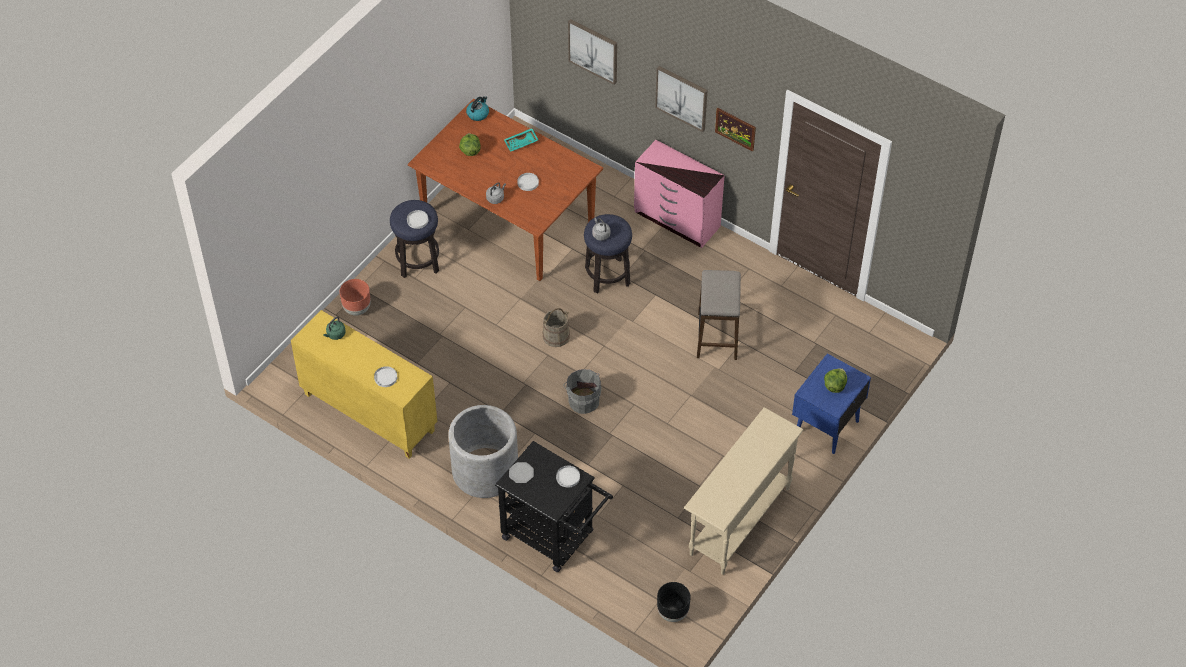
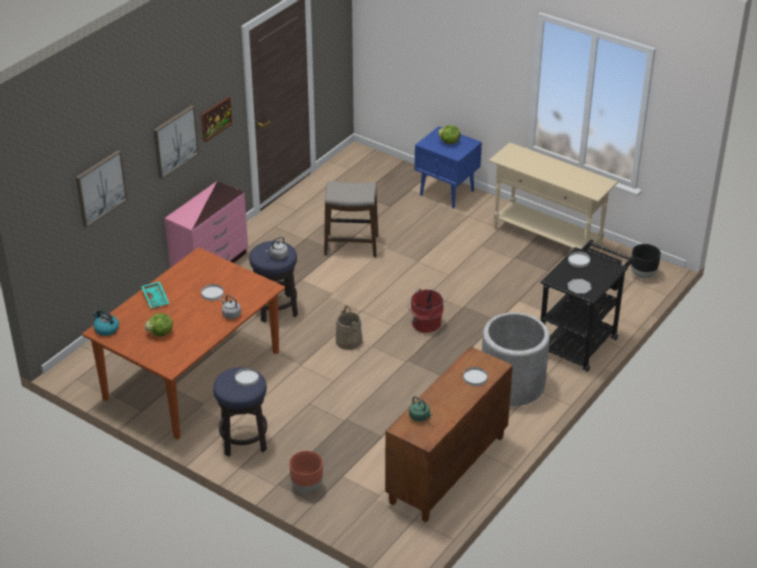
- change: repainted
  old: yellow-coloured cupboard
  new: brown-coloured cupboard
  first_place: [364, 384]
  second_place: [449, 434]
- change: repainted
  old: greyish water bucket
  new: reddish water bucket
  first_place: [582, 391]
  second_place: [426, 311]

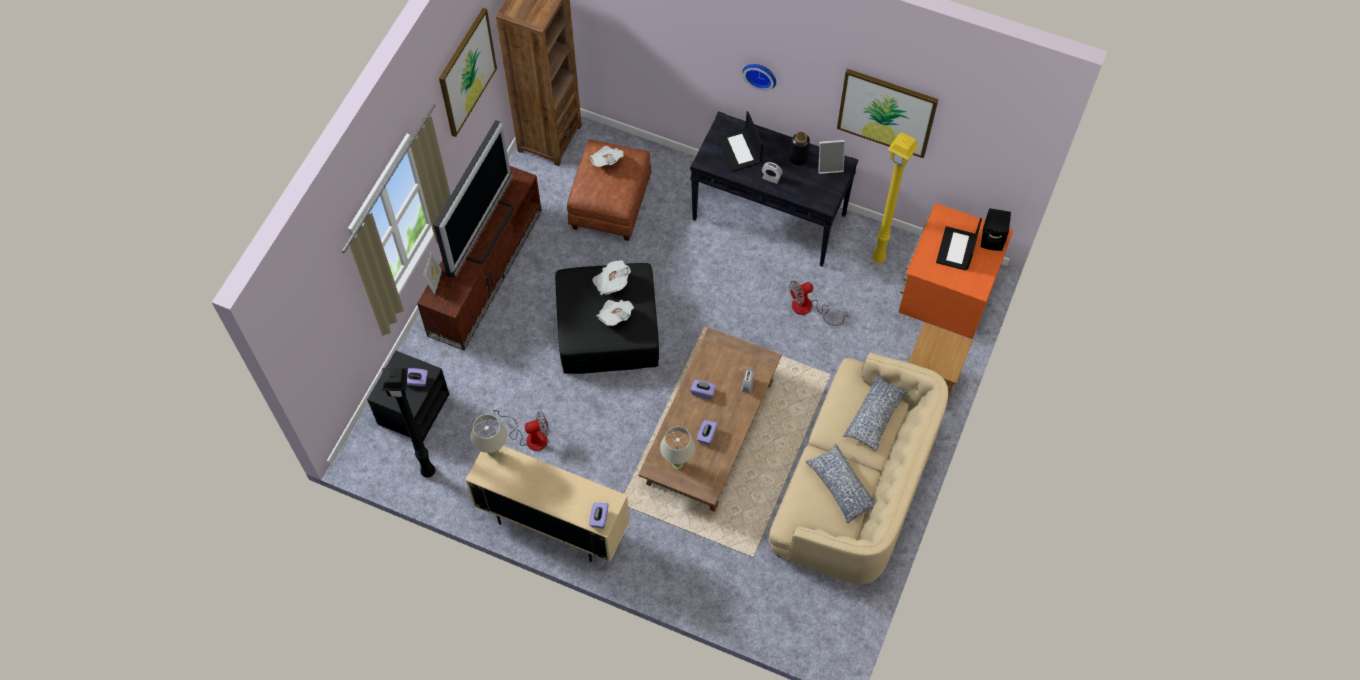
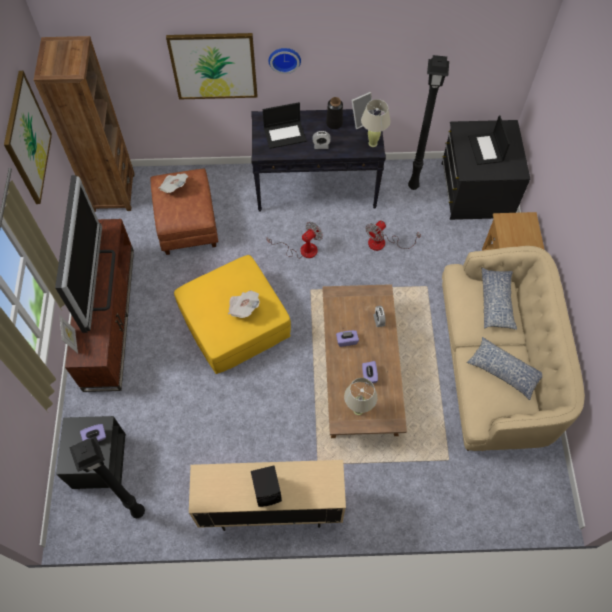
- change: shifted
  old: wall picture
  first_place: [888, 113]
  second_place: [211, 66]
- change: repainted
  old: black-coloured pouffe
  new: yellow-coloured pouffe
  first_place: [607, 318]
  second_place: [232, 314]
- change: shifted
  old: black-coloured loudspeaker
  first_place: [996, 229]
  second_place: [266, 486]
- change: rotated
  old: laptop
  first_place: [740, 141]
  second_place: [285, 125]
  degrees: -60
- change: shifted
  old: cooling fan
  first_place: [521, 429]
  second_place: [295, 240]
- change: shifted
  old: sand-coloured lamp for a table
  first_place: [489, 436]
  second_place: [376, 123]
- change: repainted
  old: yellow-coloured floor lamp
  new: black-coloured floor lamp
  first_place: [895, 197]
  second_place: [428, 122]
- change: repainted
  old: orangey dresser
  new: black-coloured dresser
  first_place: [956, 271]
  second_place: [486, 170]
- change: gone
  old: purple tissue holder
  first_place: [599, 516]
- change: gone
  old: newspaper
  first_place: [611, 277]

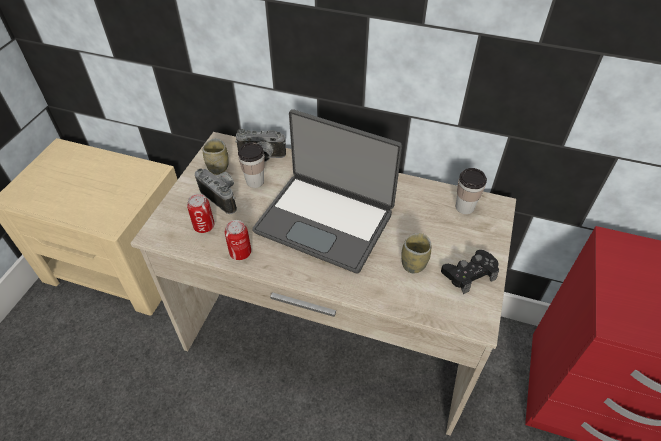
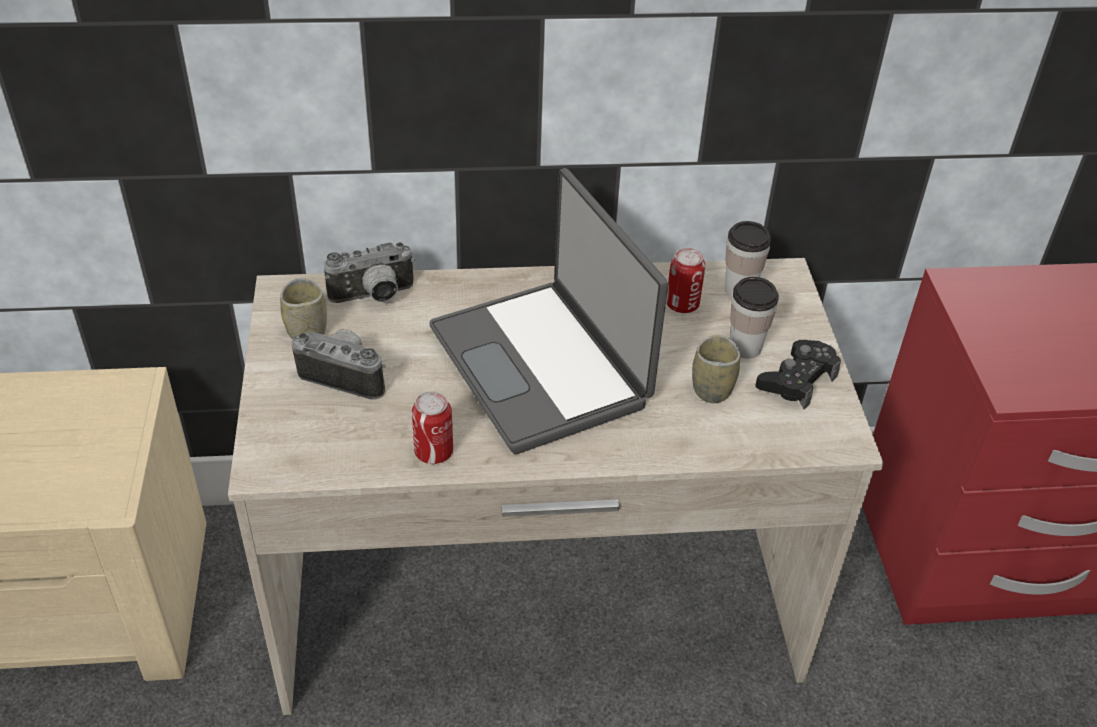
- change: rotated
  old: laptop
  first_place: [327, 191]
  second_place: [549, 311]
  degrees: 60
- change: shifted
  old: sealed can
  first_place: [200, 213]
  second_place: [685, 280]
- change: shifted
  old: drinking cup
  first_place: [251, 165]
  second_place: [754, 318]

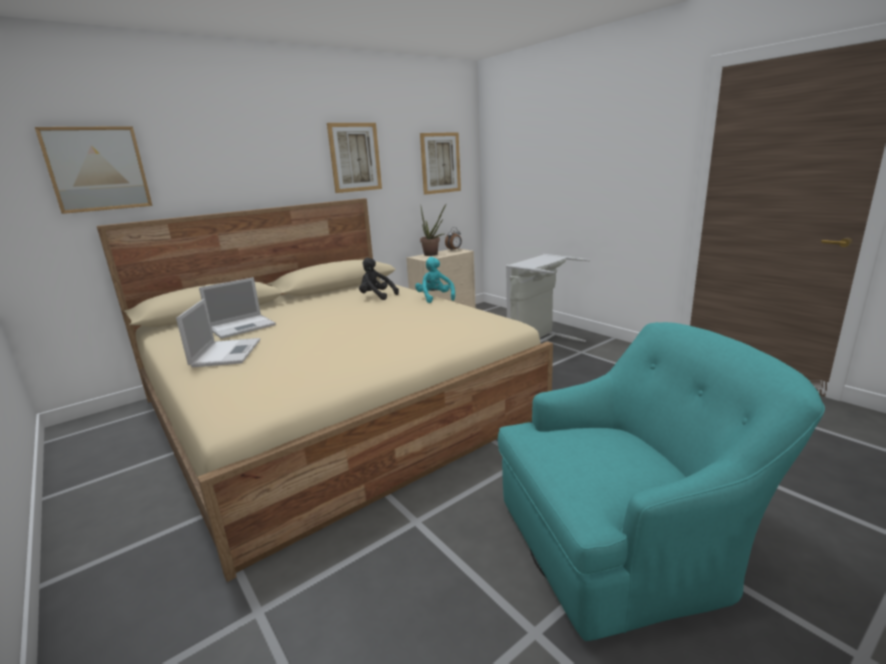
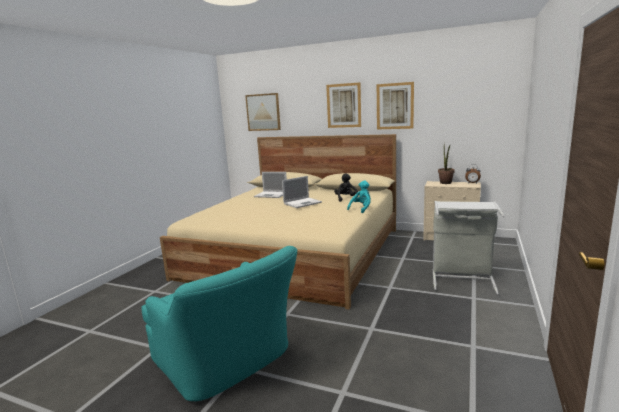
- change: shifted
  old: laptop
  first_place: [218, 333]
  second_place: [302, 192]
- change: shifted
  old: wall picture
  first_place: [440, 163]
  second_place: [343, 105]

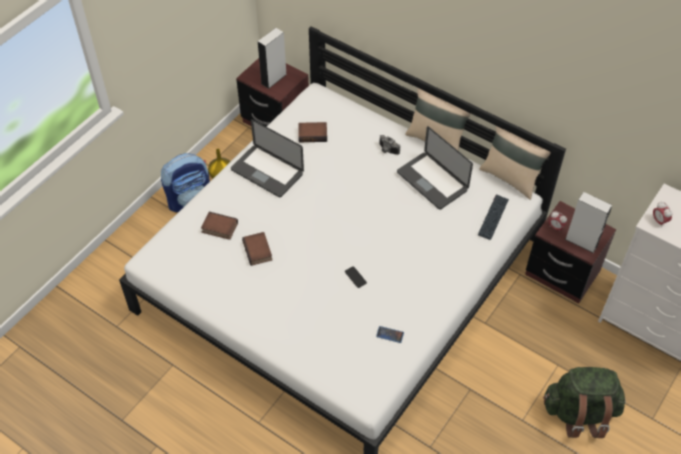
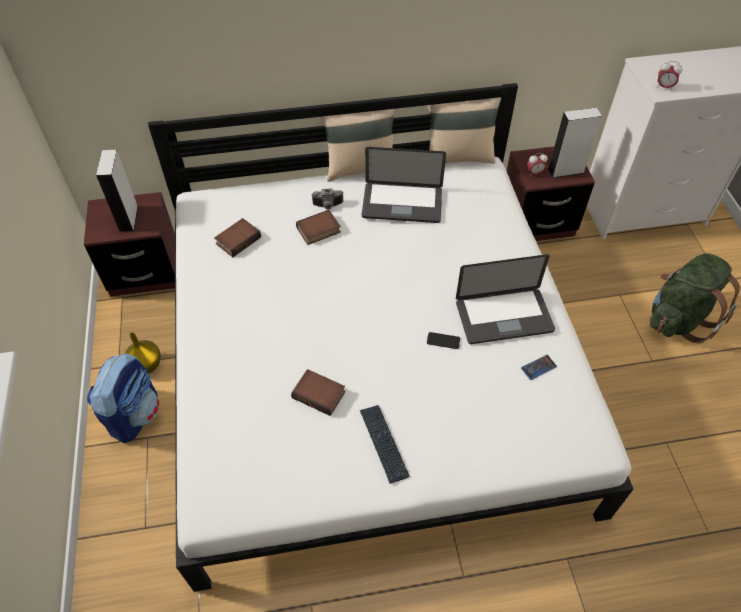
- change: shifted
  old: volume
  first_place: [219, 226]
  second_place: [318, 227]
- change: shifted
  old: keyboard
  first_place: [493, 217]
  second_place: [384, 444]
- change: shifted
  old: laptop
  first_place: [267, 158]
  second_place: [505, 299]

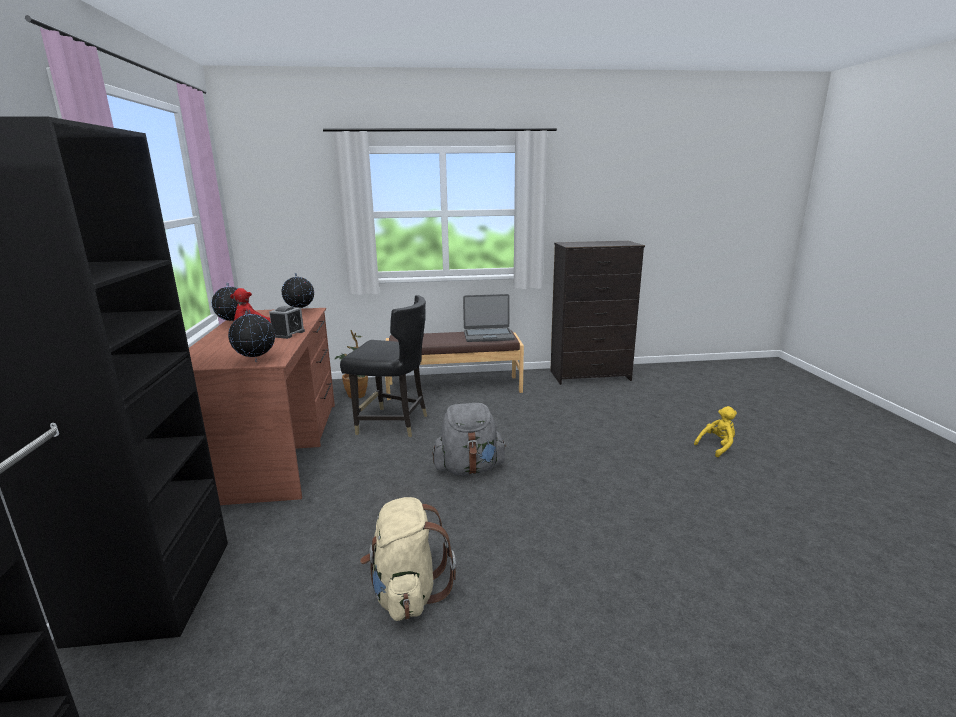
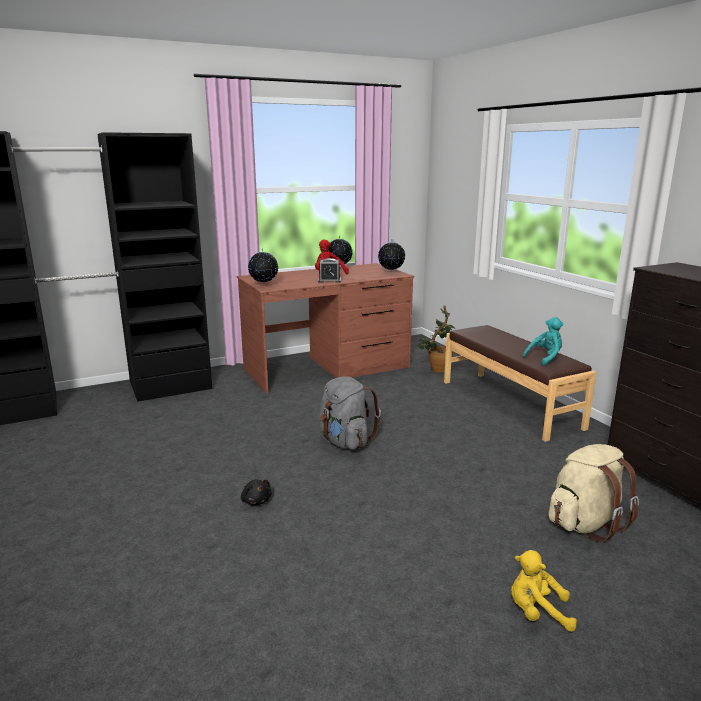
- change: new
  new: black-coloured plush toy
  second_place: [256, 492]
- change: rotated
  old: yellow-coloured plush toy
  first_place: [715, 431]
  second_place: [544, 591]
  degrees: 150
- change: swapped
  old: laptop
  new: turquoise plush toy
  first_place: [489, 318]
  second_place: [542, 341]
- change: shifted
  old: sand-coloured rucksack
  first_place: [408, 559]
  second_place: [594, 493]
- change: gone
  old: black-coloured plain chair
  first_place: [383, 366]

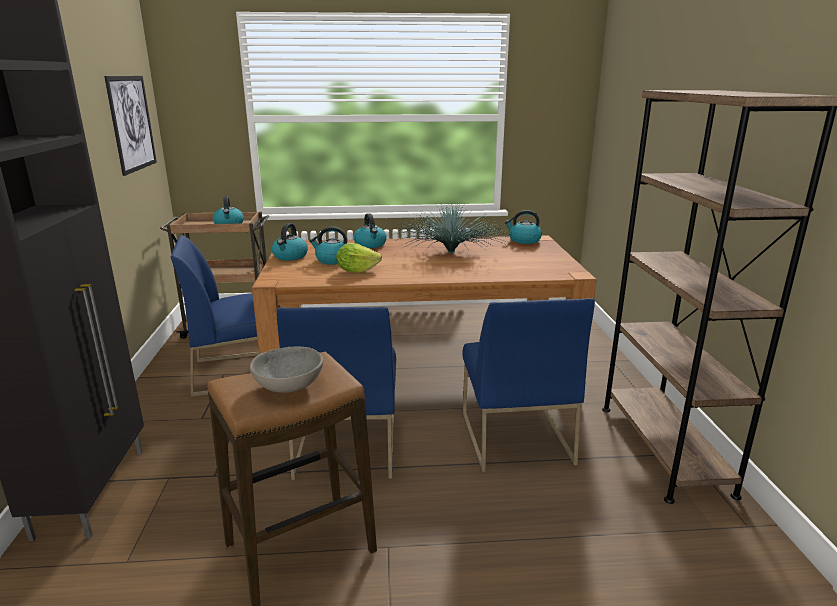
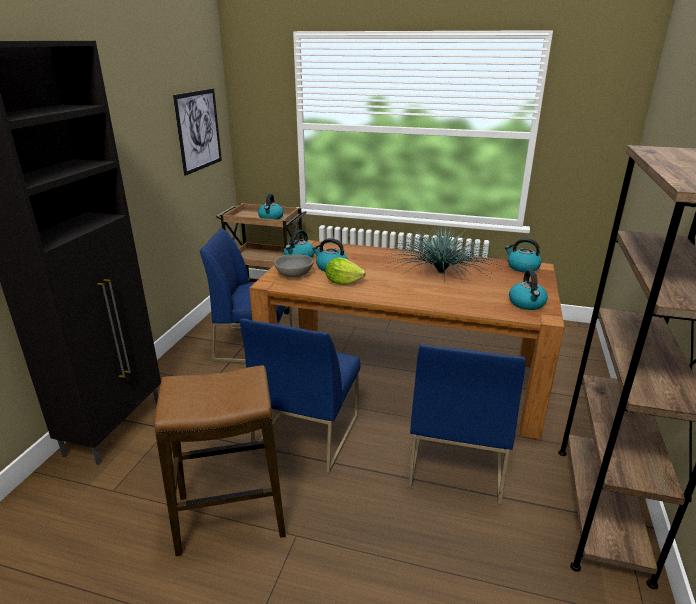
- change: shifted
  old: greyish serving bowl
  first_place: [286, 370]
  second_place: [293, 266]
- change: shifted
  old: tea kettle
  first_place: [370, 230]
  second_place: [528, 290]

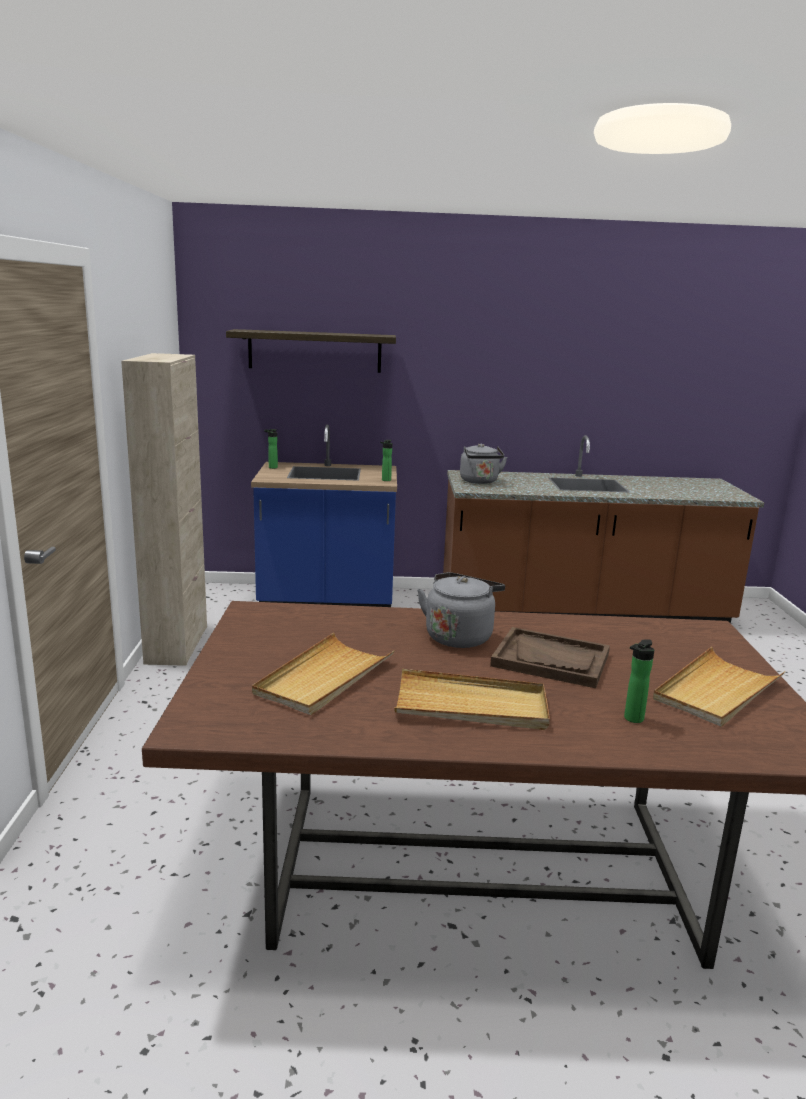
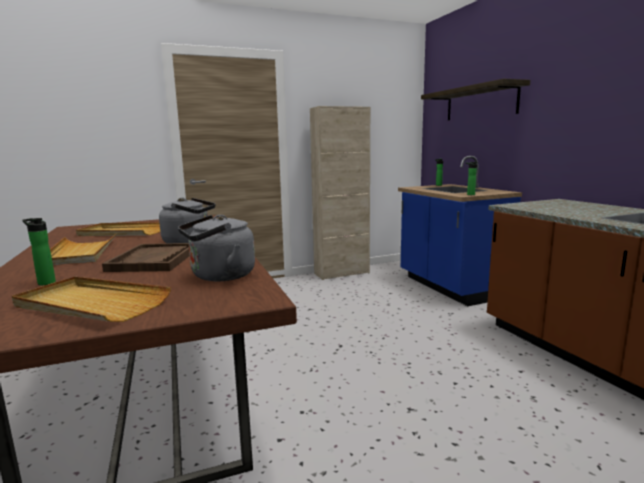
- change: shifted
  old: greyish tea kettle
  first_place: [483, 464]
  second_place: [216, 248]

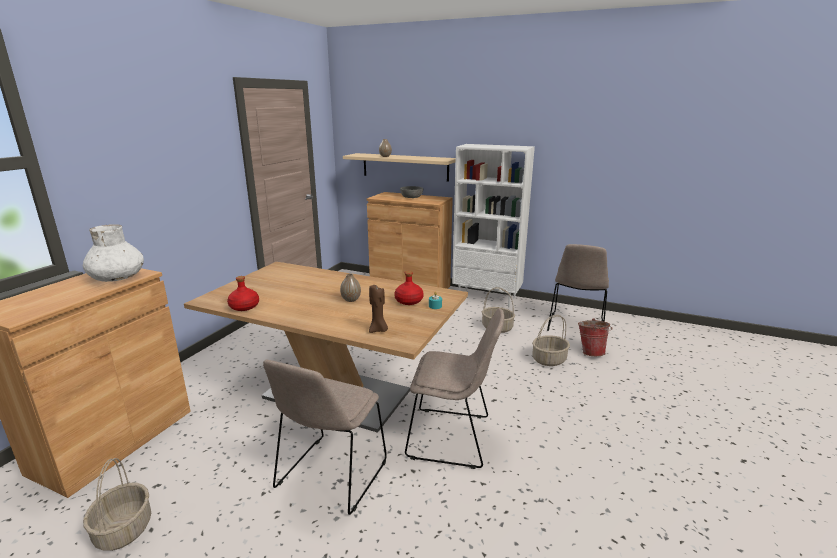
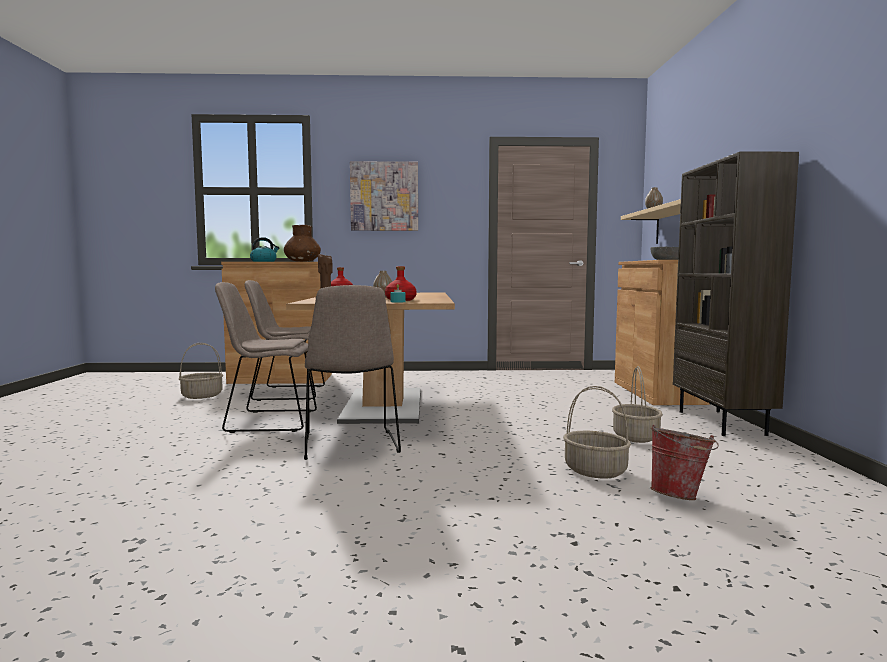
- change: shifted
  old: sand-coloured plain chair
  first_place: [578, 287]
  second_place: [285, 340]
- change: new
  new: tea kettle
  second_place: [264, 249]
- change: repainted
  old: white flower vase
  new: brown-coloured flower vase
  first_place: [113, 253]
  second_place: [302, 243]
- change: new
  new: wall picture
  second_place: [384, 196]
- change: repainted
  old: white bookshelf
  new: brown-coloured bookshelf
  first_place: [493, 226]
  second_place: [736, 293]

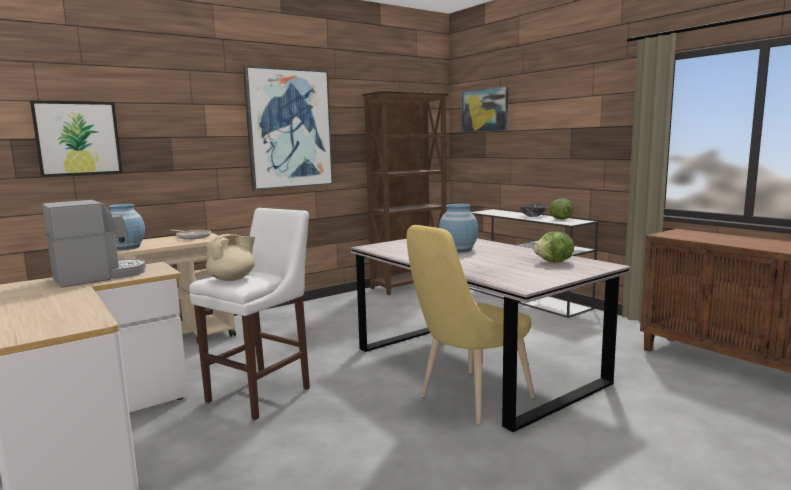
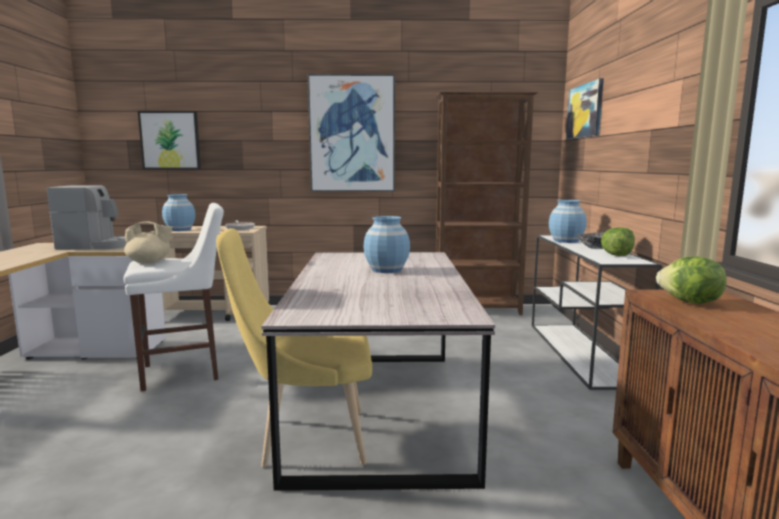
- change: new
  new: blue flower vase
  second_place: [568, 221]
- change: shifted
  old: lettuce
  first_place: [553, 247]
  second_place: [691, 280]

